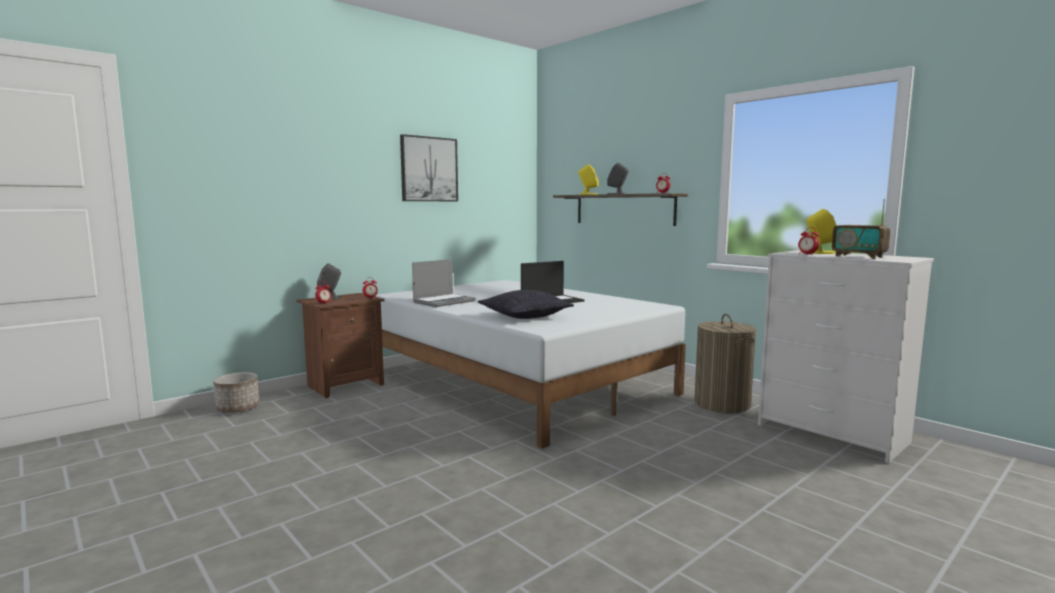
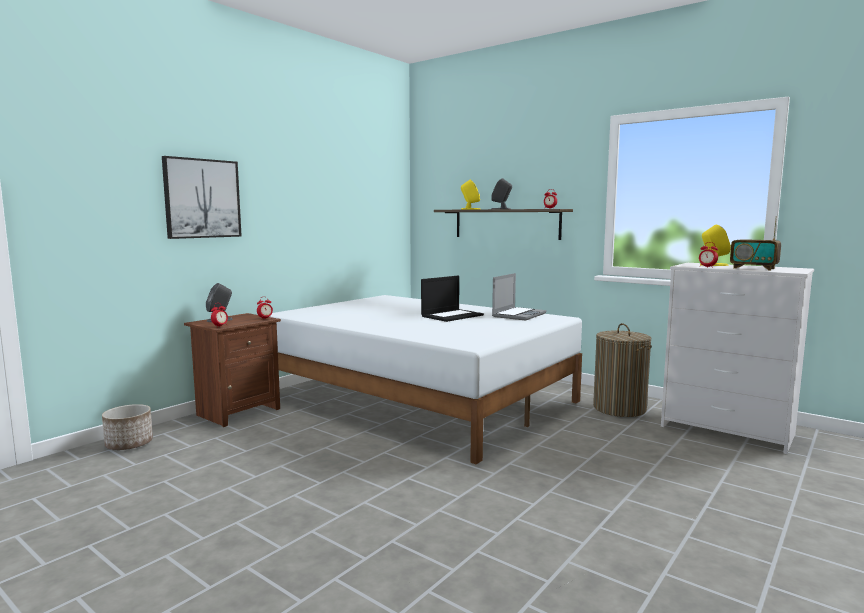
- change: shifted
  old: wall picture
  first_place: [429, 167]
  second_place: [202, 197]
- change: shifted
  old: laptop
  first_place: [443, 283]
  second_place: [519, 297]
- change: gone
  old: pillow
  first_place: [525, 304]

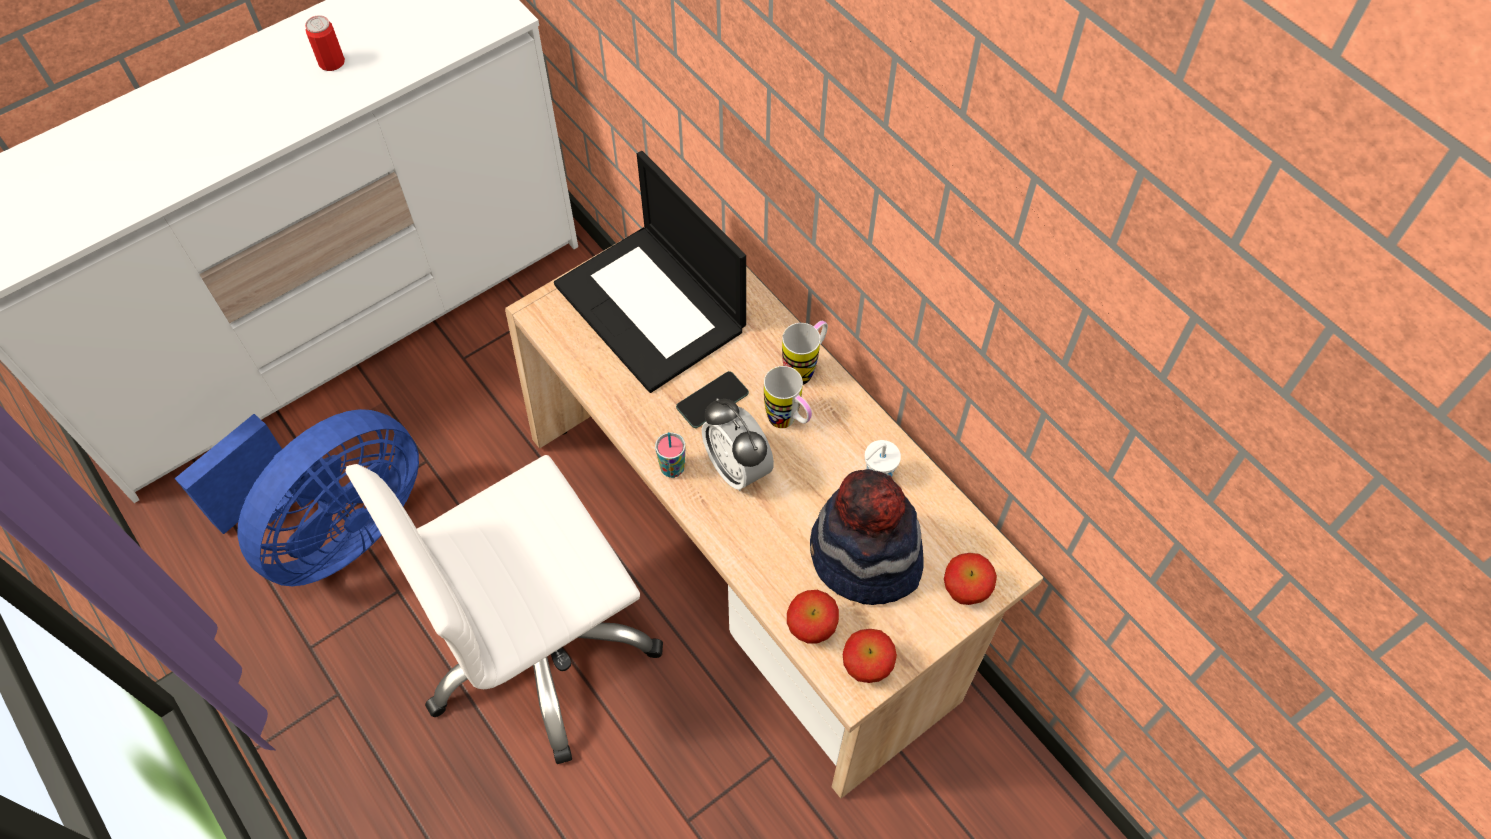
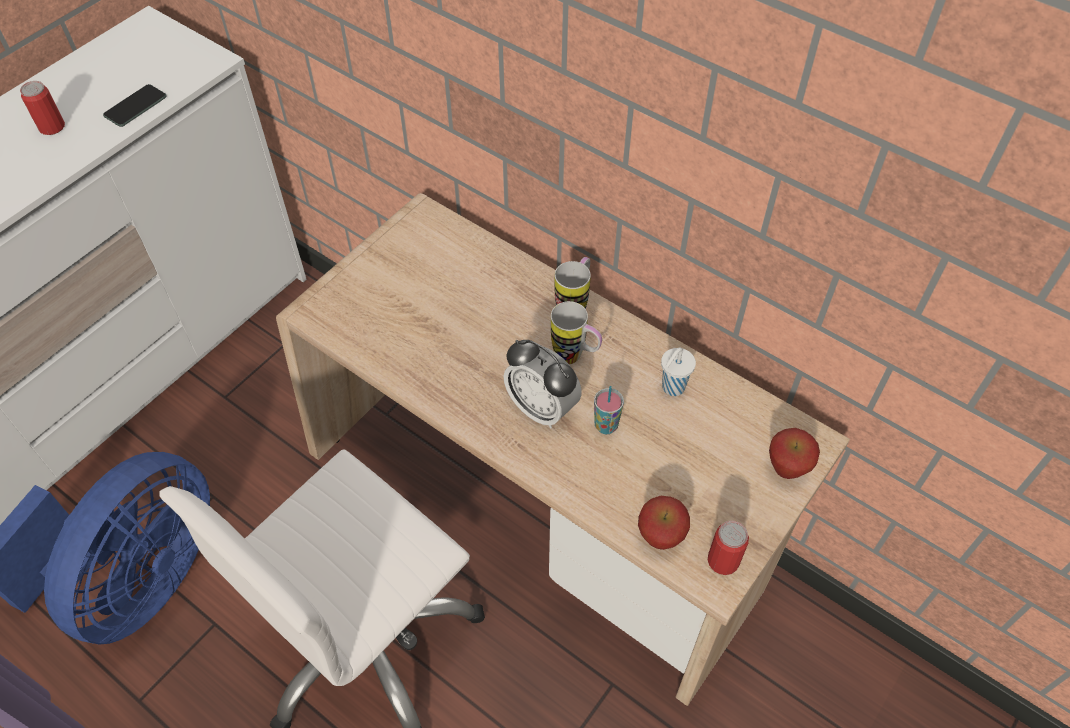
- change: shifted
  old: handset
  first_place: [712, 399]
  second_place: [135, 105]
- change: shifted
  old: drinking cup
  first_place: [670, 455]
  second_place: [609, 410]
- change: swapped
  old: apple
  new: sealed can
  first_place: [870, 656]
  second_place: [728, 548]
- change: gone
  old: laptop
  first_place: [650, 272]
- change: gone
  old: wearable hat
  first_place: [867, 537]

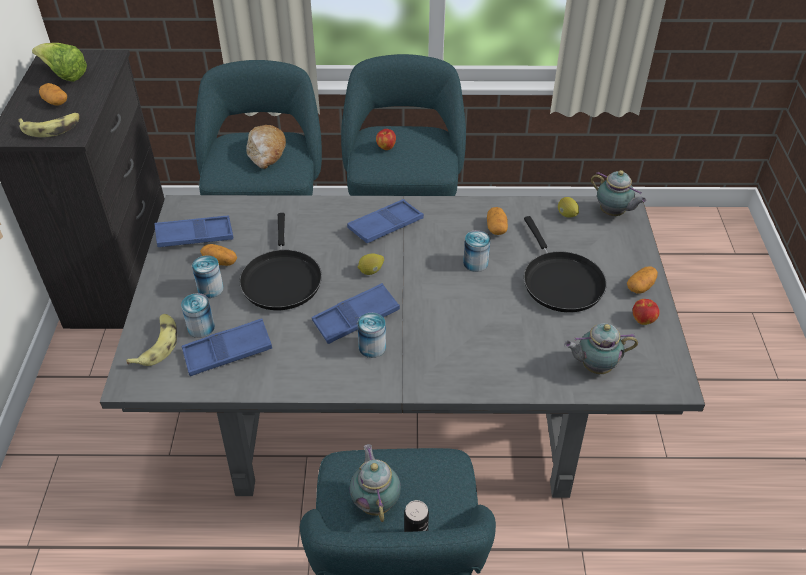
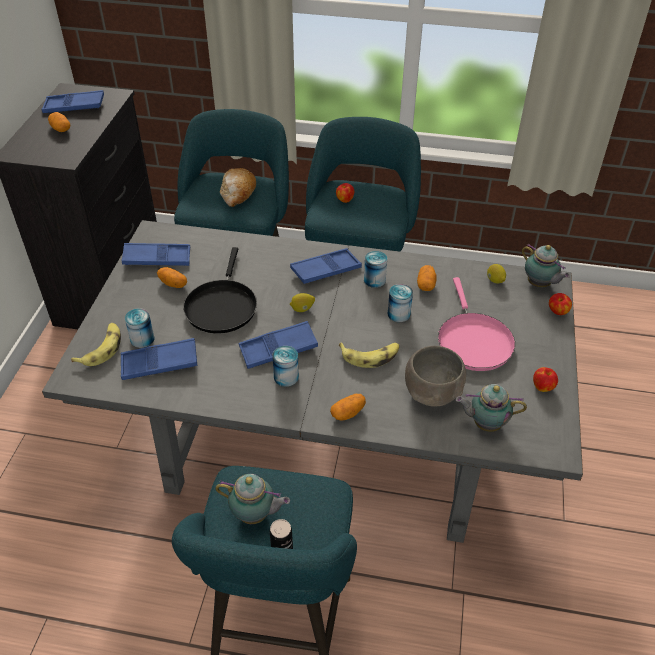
- change: swapped
  old: lettuce
  new: blue tray
  first_place: [59, 62]
  second_place: [72, 101]
- change: rotated
  old: teapot
  first_place: [375, 483]
  second_place: [252, 499]
  degrees: 105
- change: shifted
  old: potato
  first_place: [642, 280]
  second_place: [348, 407]
- change: shifted
  old: banana
  first_place: [49, 125]
  second_place: [369, 355]
- change: shifted
  old: sealed can
  first_place: [208, 276]
  second_place: [375, 269]
- change: new
  new: greyish serving bowl
  second_place: [435, 376]
- change: repainted
  old: black-coloured frying pan
  new: pink frying pan
  first_place: [565, 264]
  second_place: [476, 324]
- change: new
  new: apple
  second_place: [560, 304]

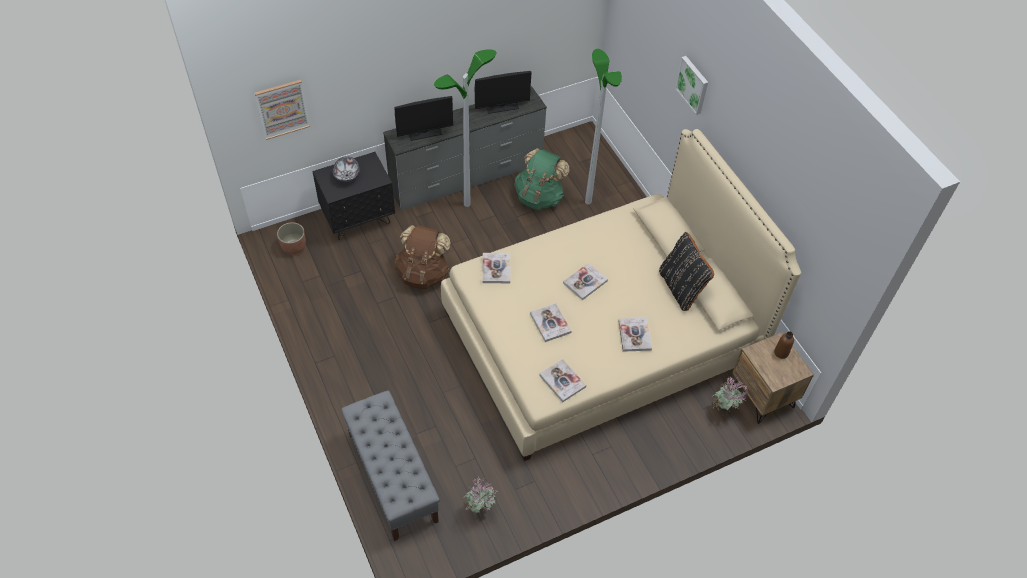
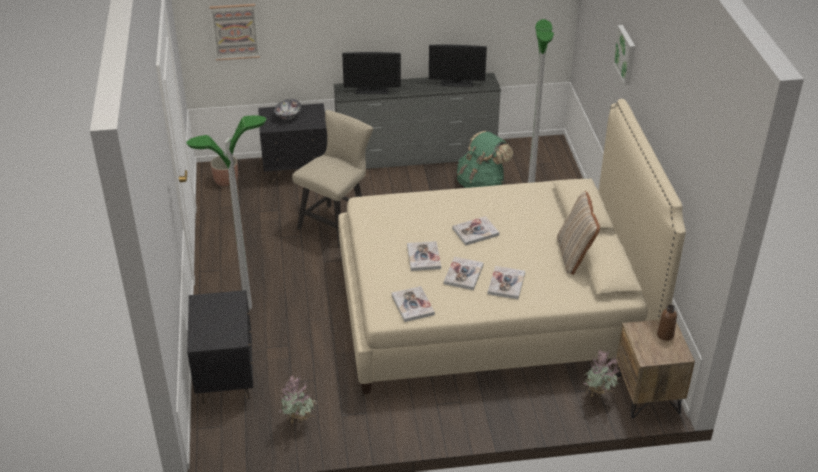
- change: shifted
  old: floor lamp
  first_place: [465, 128]
  second_place: [226, 212]
- change: swapped
  old: greyish bench
  new: black-coloured bedside table
  first_place: [390, 465]
  second_place: [220, 347]
- change: swapped
  old: brown-coloured rucksack
  new: sand-coloured plain chair
  first_place: [422, 257]
  second_place: [332, 179]
- change: shifted
  old: volume
  first_place: [496, 268]
  second_place: [464, 273]
- change: repainted
  old: black-coloured pillow
  new: sand-coloured pillow
  first_place: [686, 271]
  second_place: [578, 233]

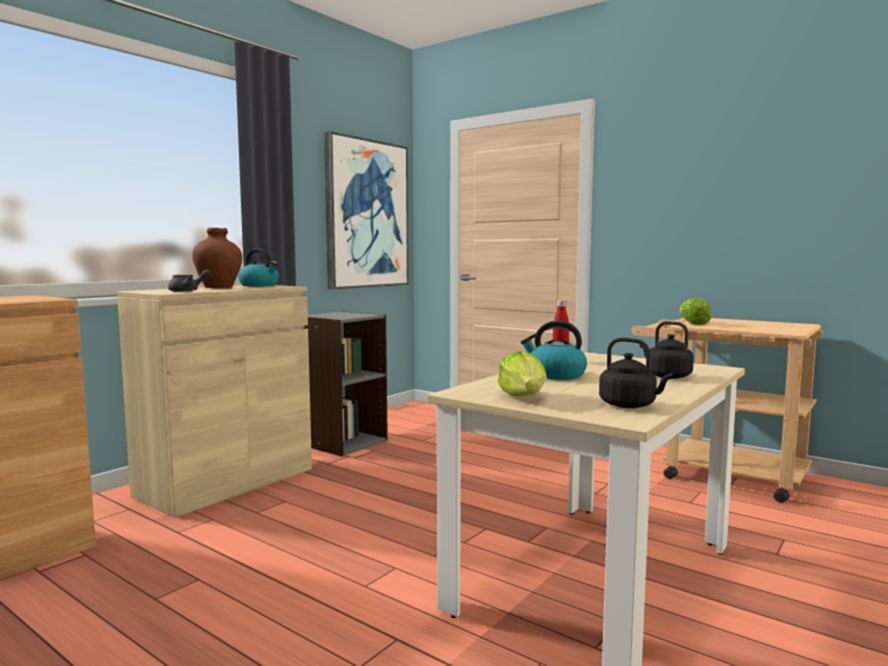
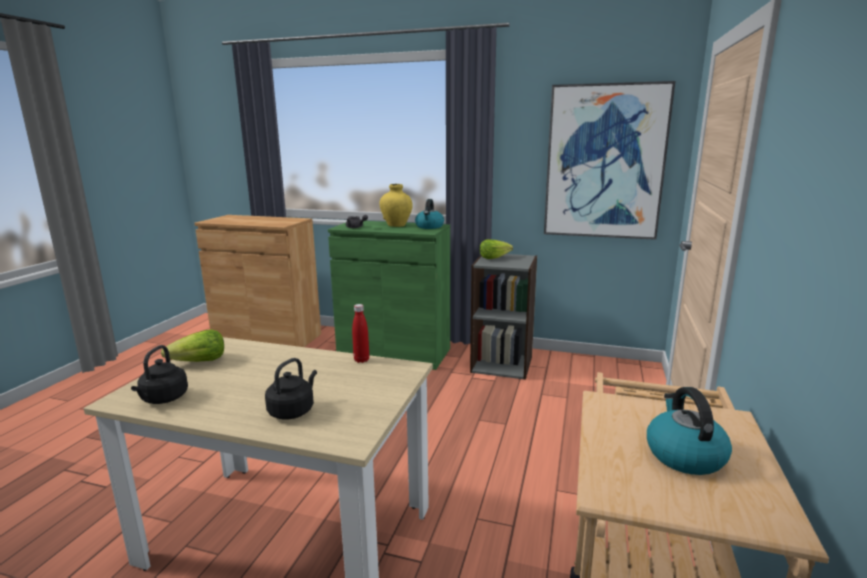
- change: repainted
  old: sand-coloured cupboard
  new: green-coloured cupboard
  first_place: [214, 401]
  second_place: [389, 295]
- change: repainted
  old: brown-coloured flower vase
  new: yellow-coloured flower vase
  first_place: [217, 258]
  second_place: [396, 205]
- change: shifted
  old: lettuce
  first_place: [696, 311]
  second_place: [496, 249]
- change: shifted
  old: tea kettle
  first_place: [554, 350]
  second_place: [689, 431]

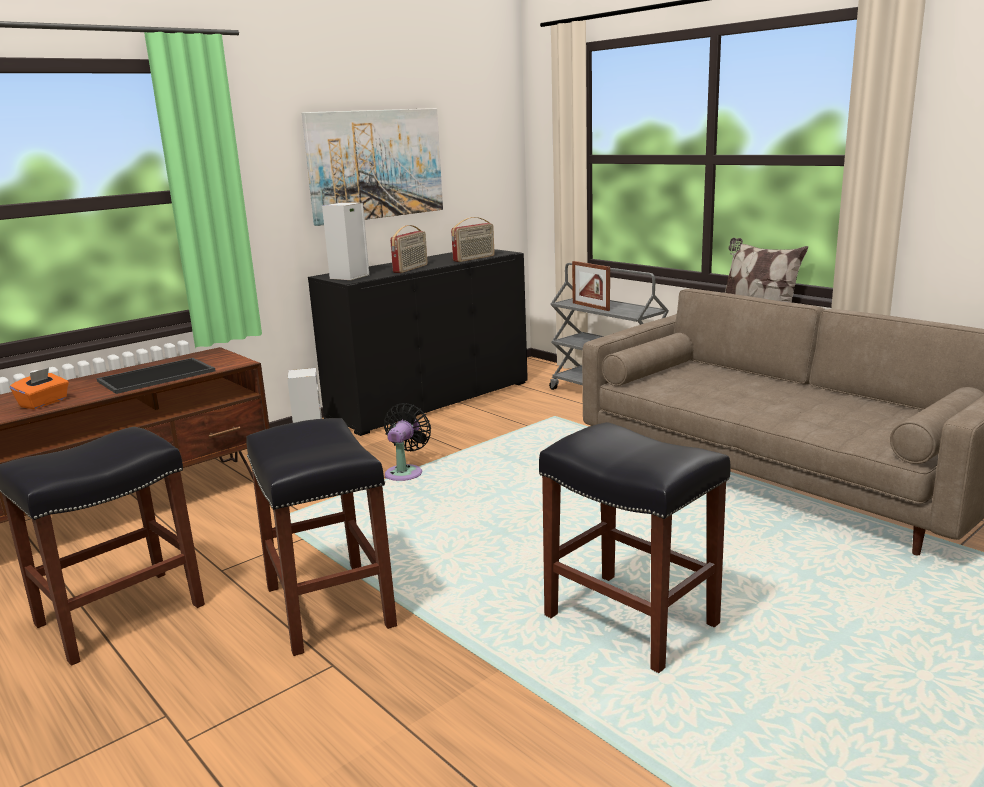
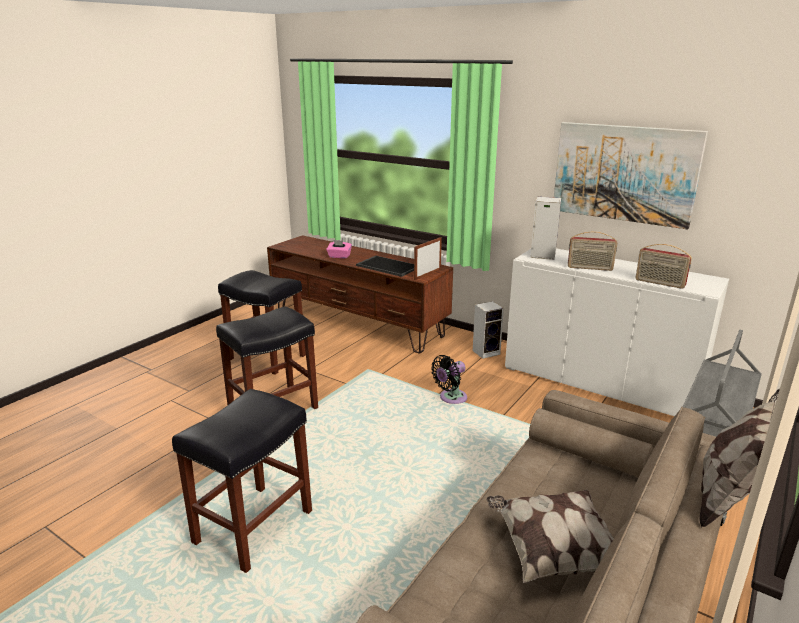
- change: repainted
  old: orangey tissue holder
  new: pink tissue holder
  first_place: [39, 388]
  second_place: [339, 249]
- change: shifted
  old: picture frame
  first_place: [591, 286]
  second_place: [428, 258]
- change: rotated
  old: black-coloured cooling fan
  first_place: [407, 442]
  second_place: [449, 379]
  degrees: 135
- change: new
  new: pillow
  second_place: [550, 536]
- change: repainted
  old: black-coloured cupboard
  new: white cupboard
  first_place: [418, 342]
  second_place: [617, 332]

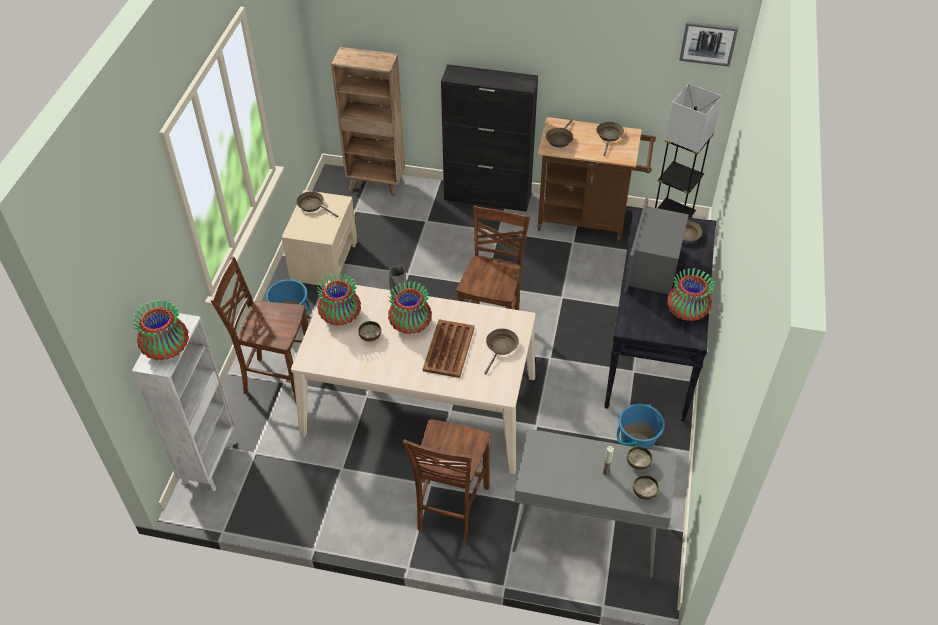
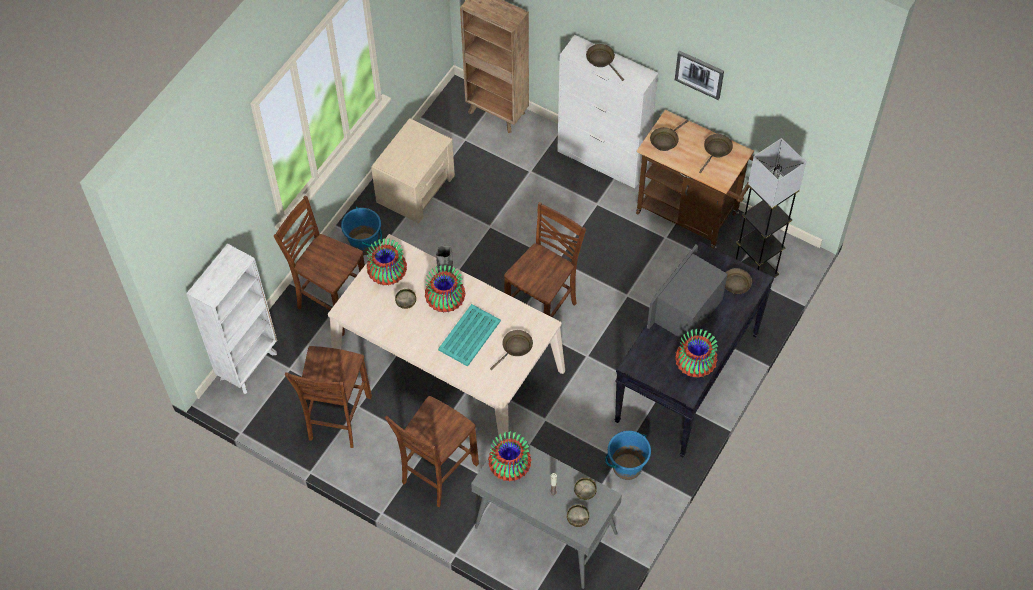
- change: new
  new: brown-coloured plain chair
  second_place: [328, 397]
- change: repainted
  old: brown-coloured tray
  new: turquoise tray
  first_place: [449, 348]
  second_place: [469, 335]
- change: shifted
  old: flower vase
  first_place: [160, 330]
  second_place: [510, 456]
- change: repainted
  old: black-coloured cupboard
  new: white cupboard
  first_place: [489, 138]
  second_place: [607, 112]
- change: shifted
  old: brown-coloured frying pan
  first_place: [317, 204]
  second_place: [605, 62]
- change: shifted
  old: wall picture
  first_place: [708, 44]
  second_place: [699, 75]

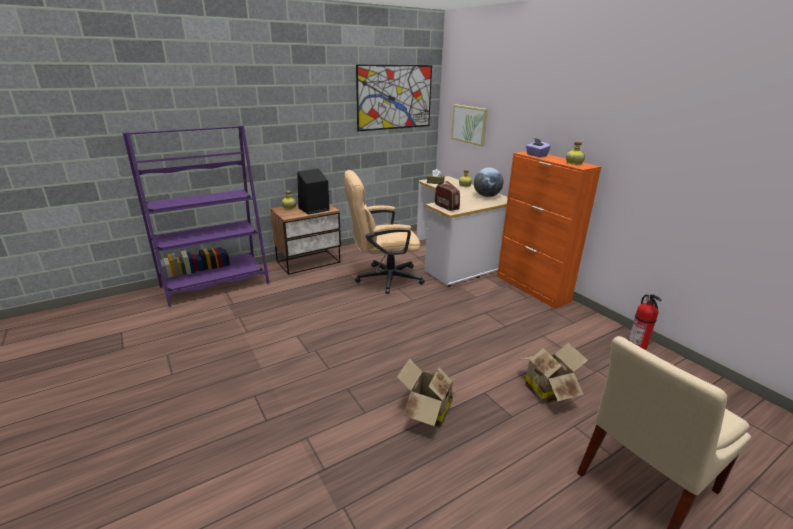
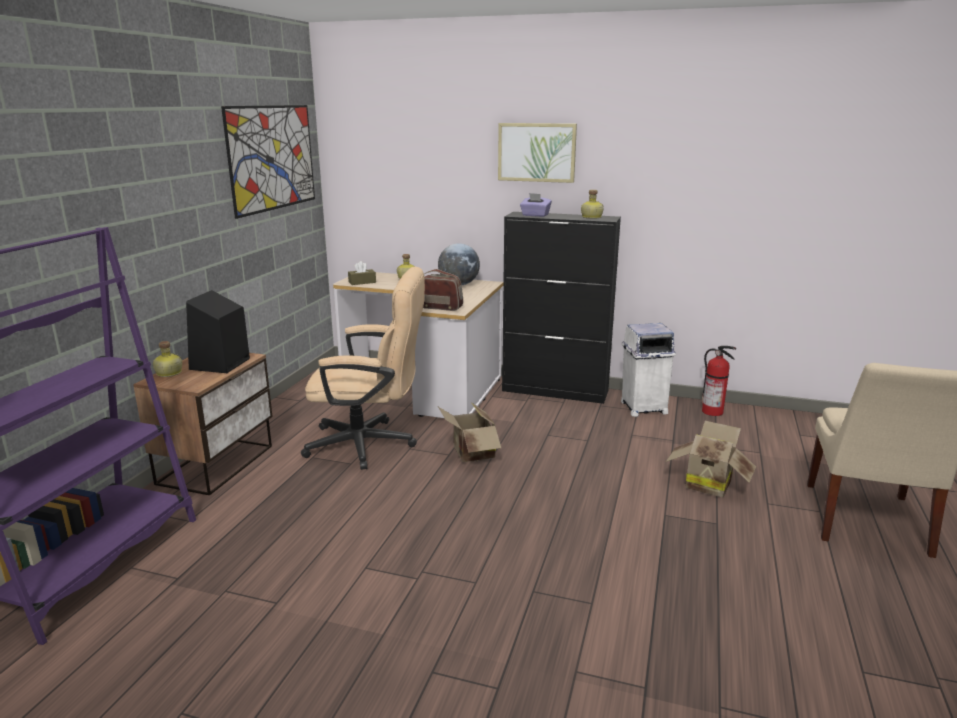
- change: rotated
  old: sand-coloured computer chair
  first_place: [384, 232]
  second_place: [363, 368]
  degrees: -120
- change: shifted
  old: packing box
  first_place: [426, 393]
  second_place: [469, 432]
- change: shifted
  old: wall picture
  first_place: [469, 125]
  second_place: [537, 153]
- change: repainted
  old: orangey cupboard
  new: black-coloured cupboard
  first_place: [549, 230]
  second_place: [561, 308]
- change: new
  new: white rubbish bin
  second_place: [648, 370]

